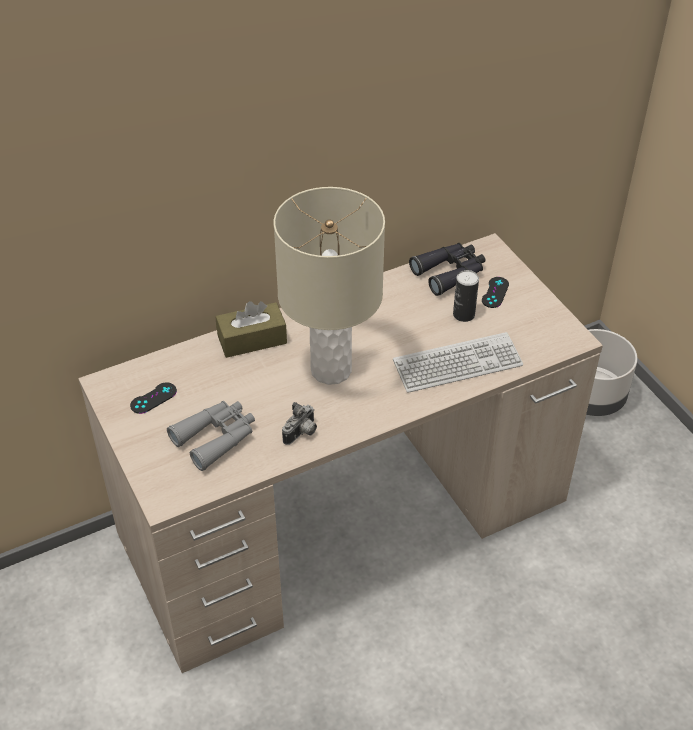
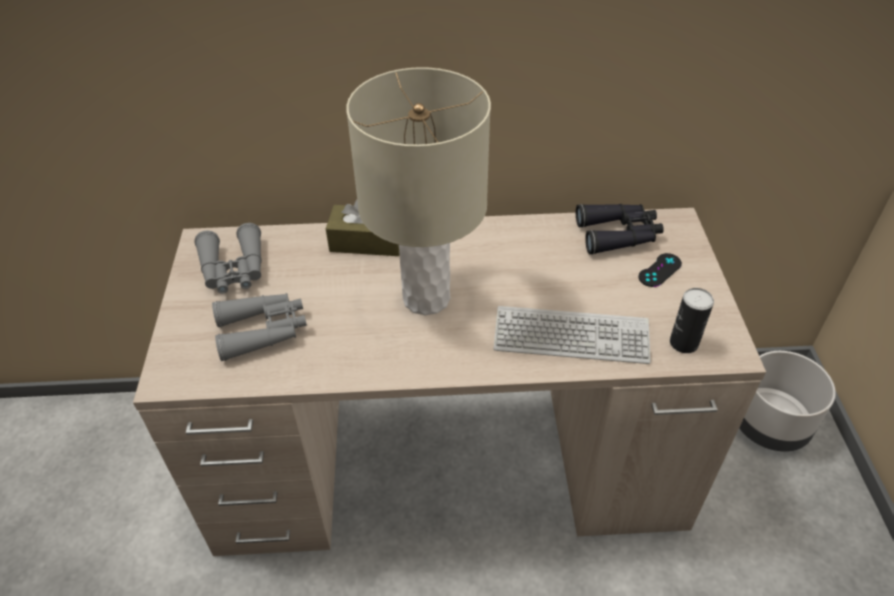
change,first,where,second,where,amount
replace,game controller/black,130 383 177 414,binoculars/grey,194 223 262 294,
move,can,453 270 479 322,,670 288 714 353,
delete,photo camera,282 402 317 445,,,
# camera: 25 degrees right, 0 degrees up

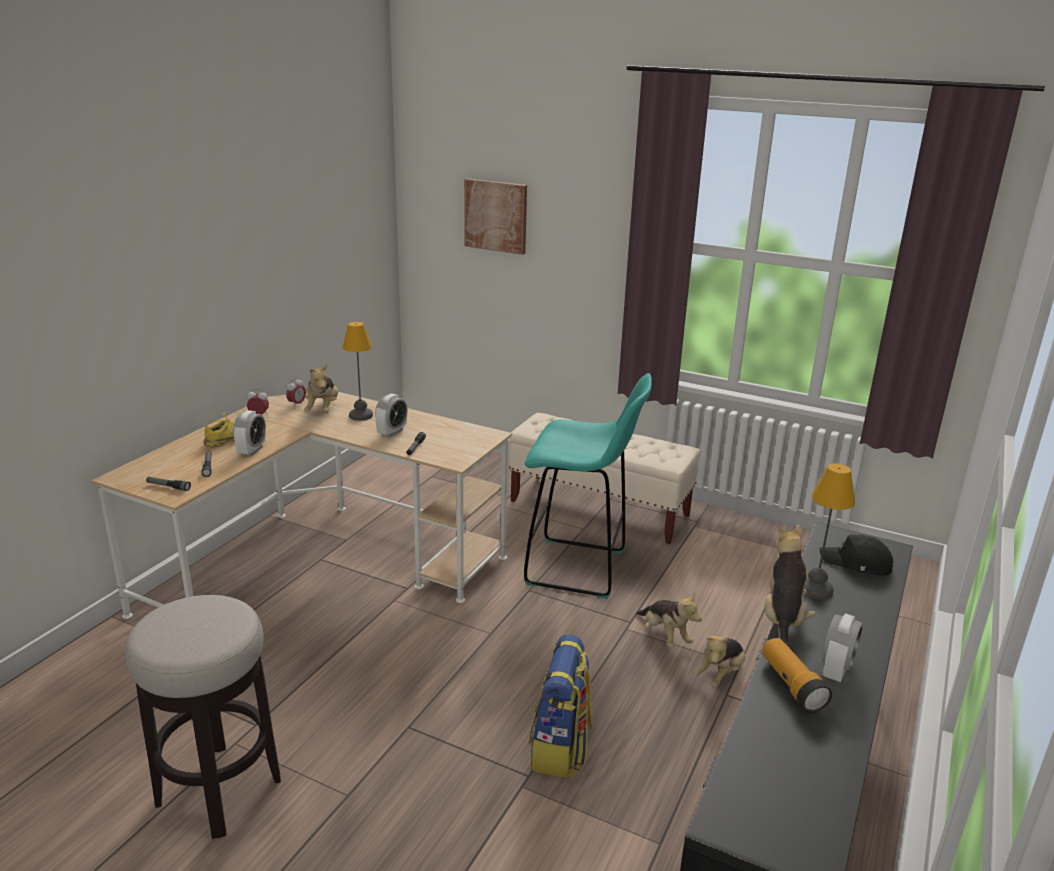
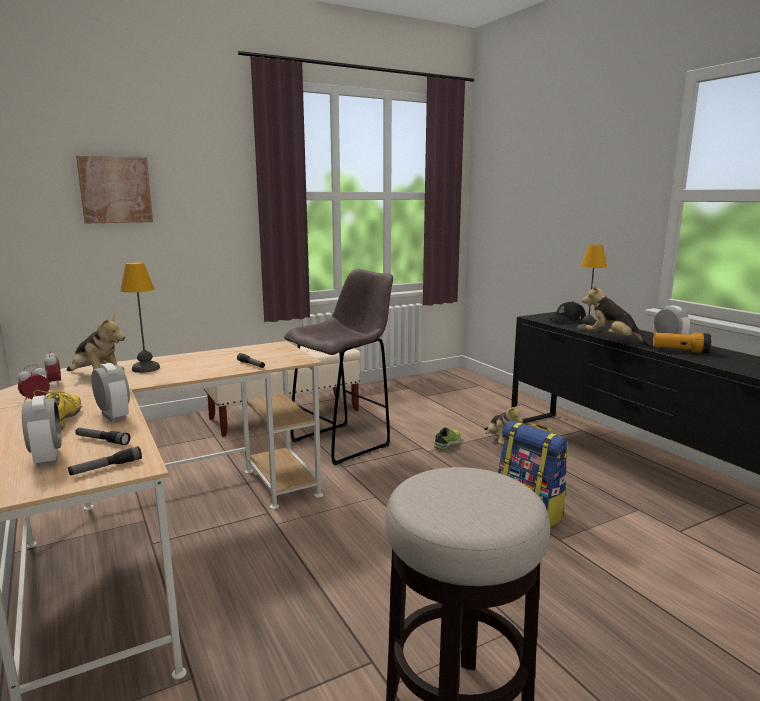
change,first,where,second,where,amount
move,alarm clock,375 394 408 437,,22 395 62 467,
recolor,stool/turquoise,524 373 652 599,stool/grey,284 269 393 465,
replace,plush toy,636 593 702 648,shoe,434 427 461 450,
# camera: 55 degrees left, 10 degrees down

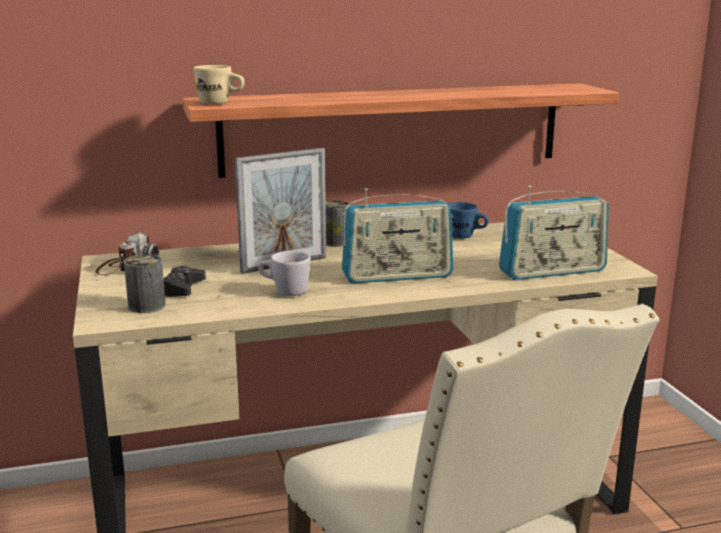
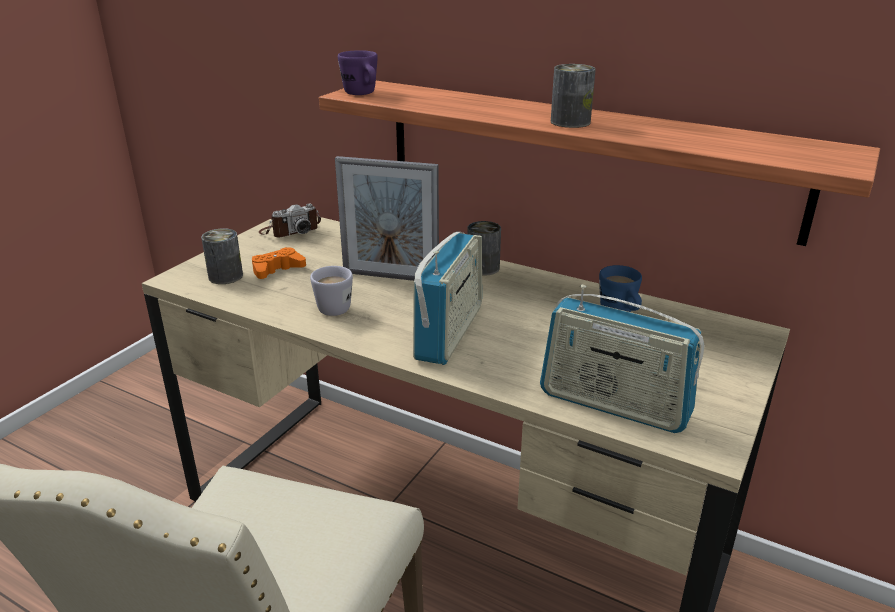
change,first,where,second,where,amount
recolor,game controller/black,163 266 206 297,game controller/orange,252 247 306 279,
recolor,mug/beige,193 65 245 104,mug/purple,338 50 378 95,
rotate,radio,342 188 454 284,,413 232 482 365,105 degrees counterclockwise
insert,,,can,551 64 596 128,
# camera: 45 degrees right, 10 degrees up

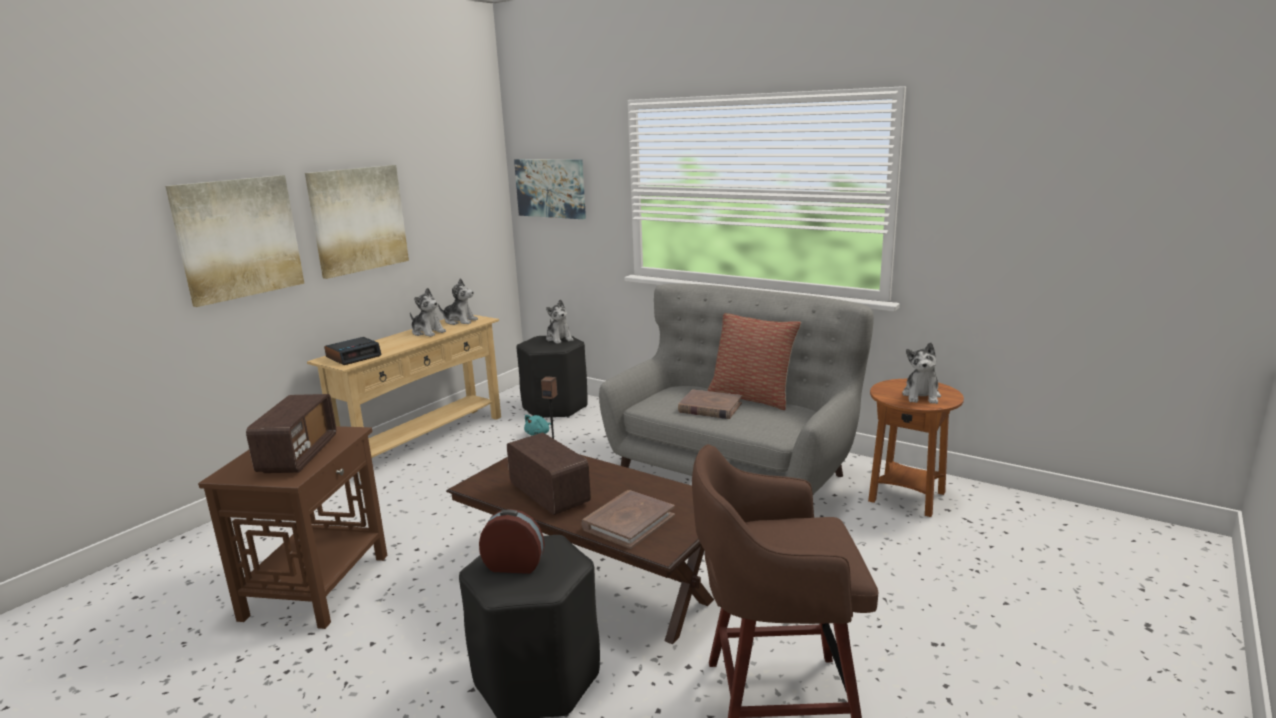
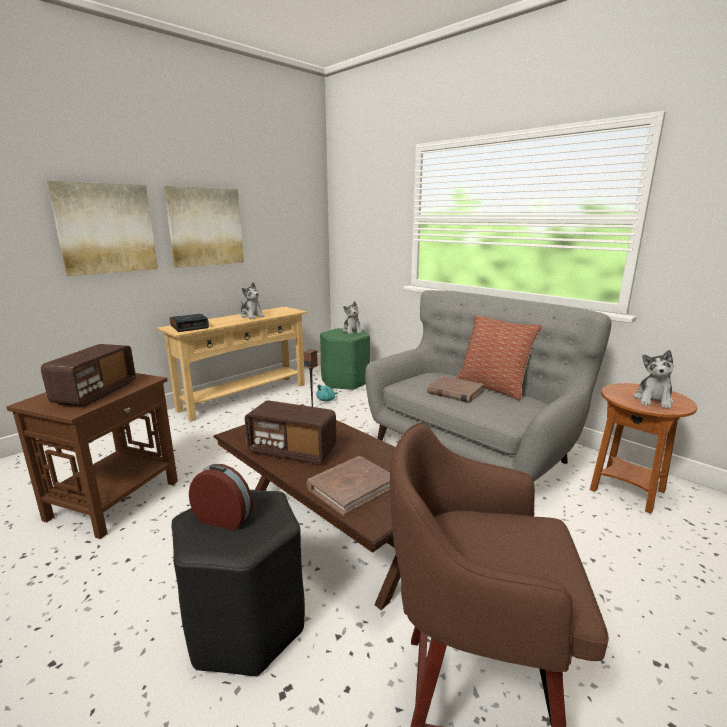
change,first,where,second,where,amount
rotate,radio,507 433 591 515,,245 400 336 465,135 degrees clockwise
recolor,stool/black,516 336 588 418,stool/green,320 328 370 391,
delete,plush toy,438 278 478 325,,,
delete,picture,514 159 586 219,,,
# camera: 10 degrees right, 0 degrees up

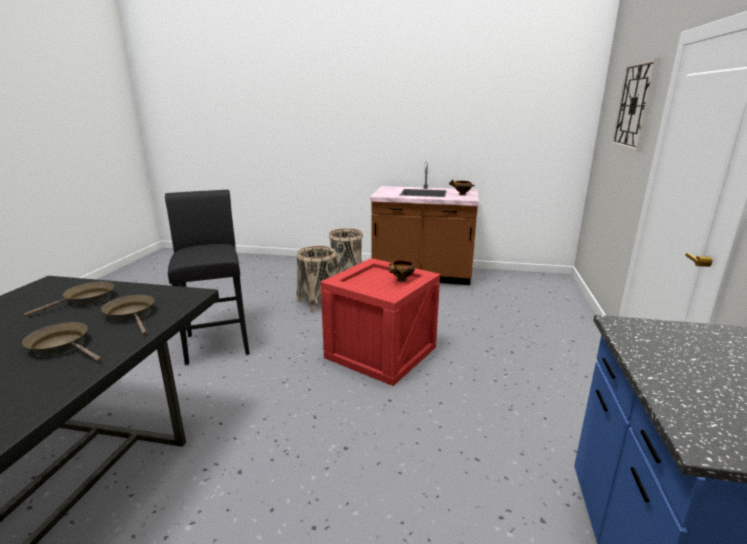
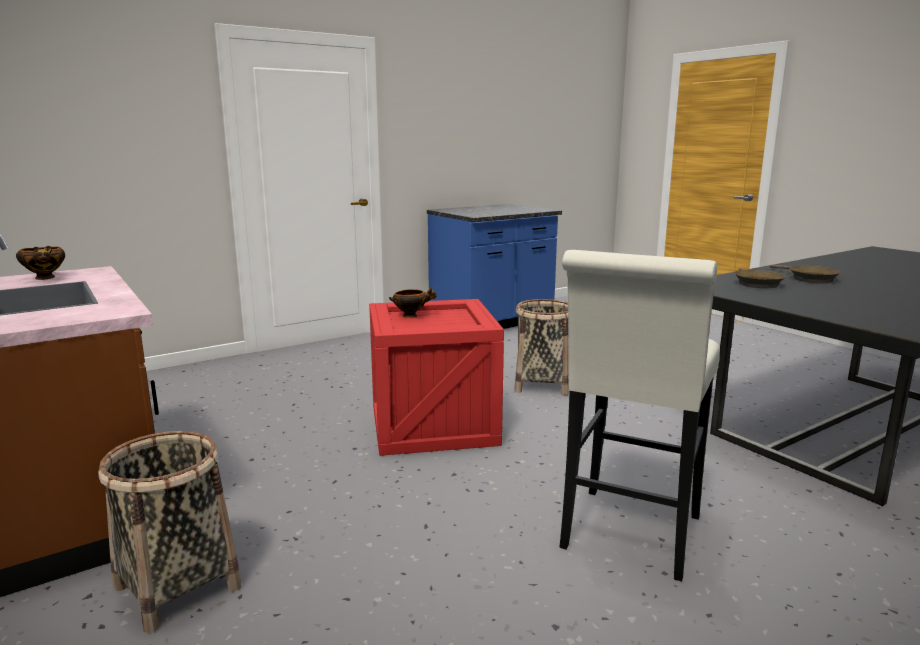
change,first,where,second,where,amount
move,basket,297 246 338 313,,514 299 569 396,
recolor,stool/black,165 190 250 365,stool/white,559 250 720 582,
delete,frying pan/brown,24 282 114 317,,,
delete,wall clock,612 58 660 152,,,
# camera: 135 degrees left, 5 degrees down

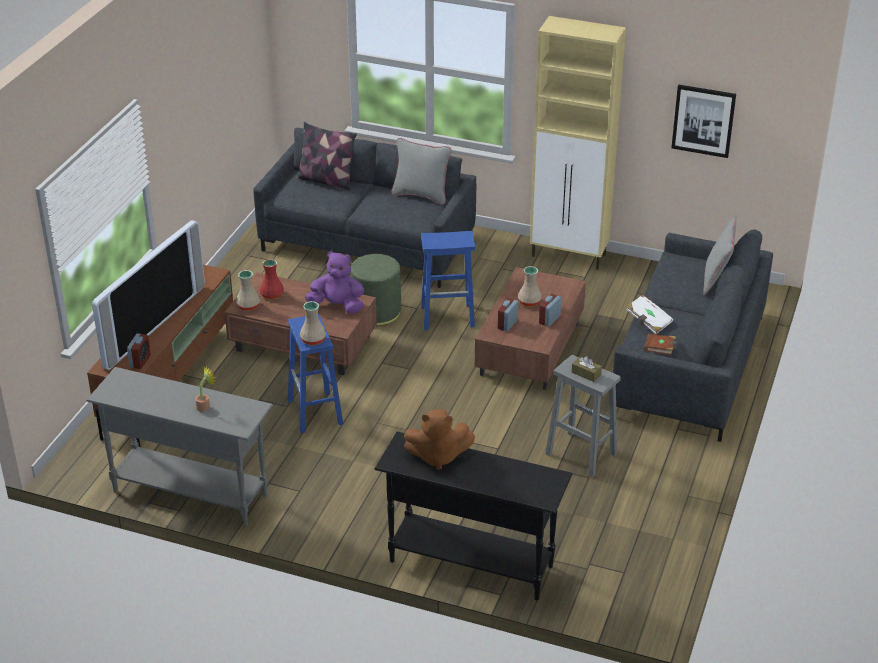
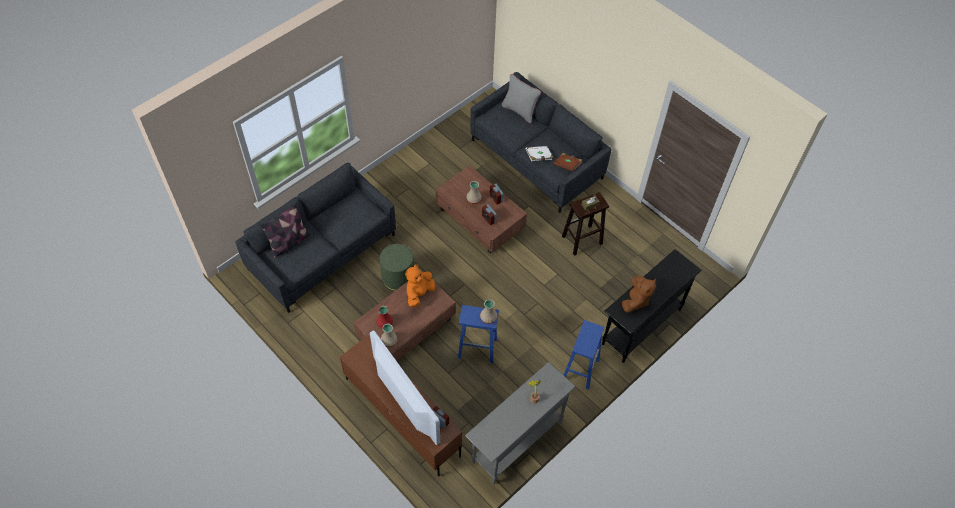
change,first,where,second,where,amount
recolor,plush toy/purple,305 251 364 314,plush toy/orange,405 265 435 307,
recolor,stool/grey,545 355 621 478,stool/brown,562 192 609 256,
move,stool/blue,421 231 475 330,,564 320 604 390,
delete,pillow/grey,392 138 452 205,,,
delete,cabinet/beige,530 16 626 270,,,
delete,picture,672 85 736 158,,,
# camera: 65 degrees left, 20 degrees up

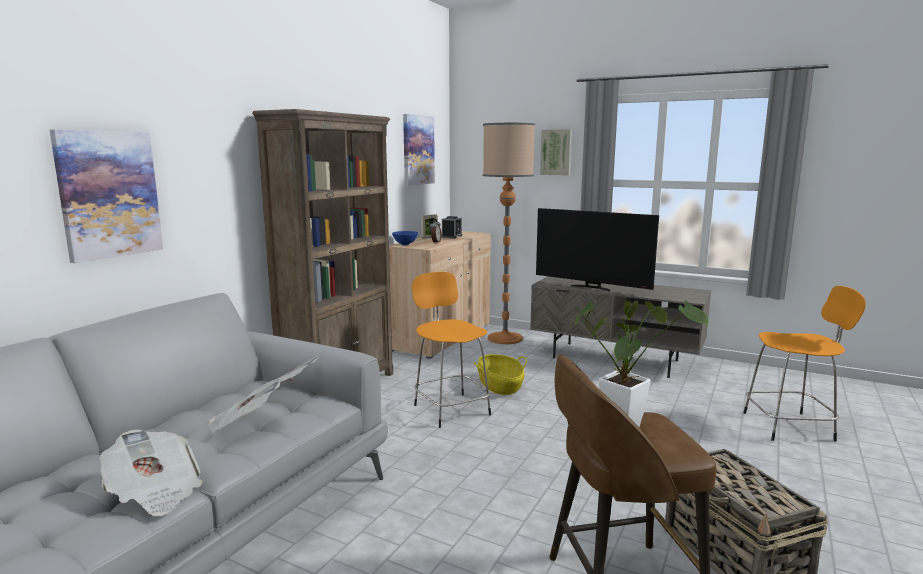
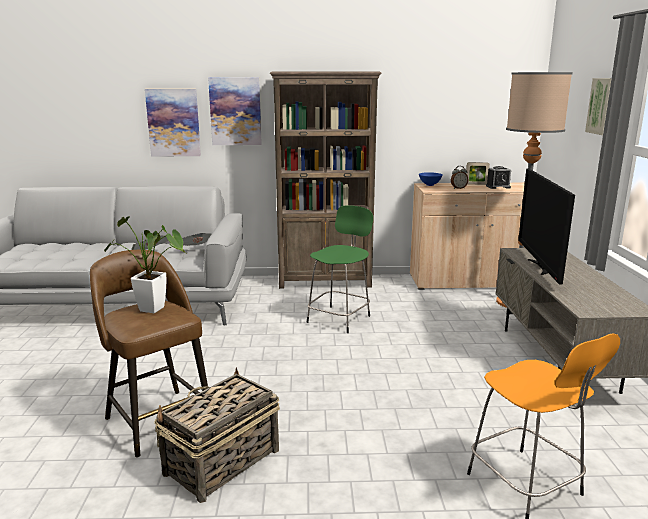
change,first,where,second,where,amount
move,picture,403 114 435 186,,208 77 262 145,
recolor,stool/orange,412 272 491 428,stool/green,307 205 373 333,
delete,newspaper,100 429 203 516,,,
delete,basket,474 354 527 395,,,
# camera: 60 degrees right, 5 degrees up

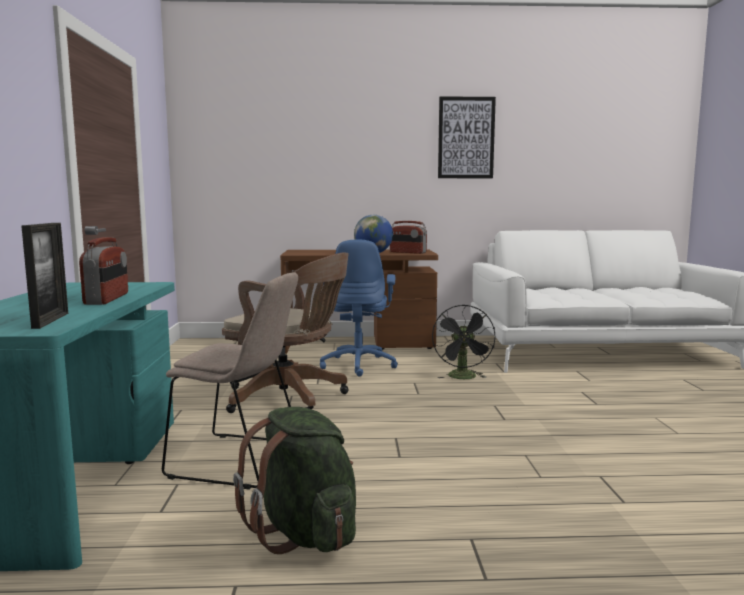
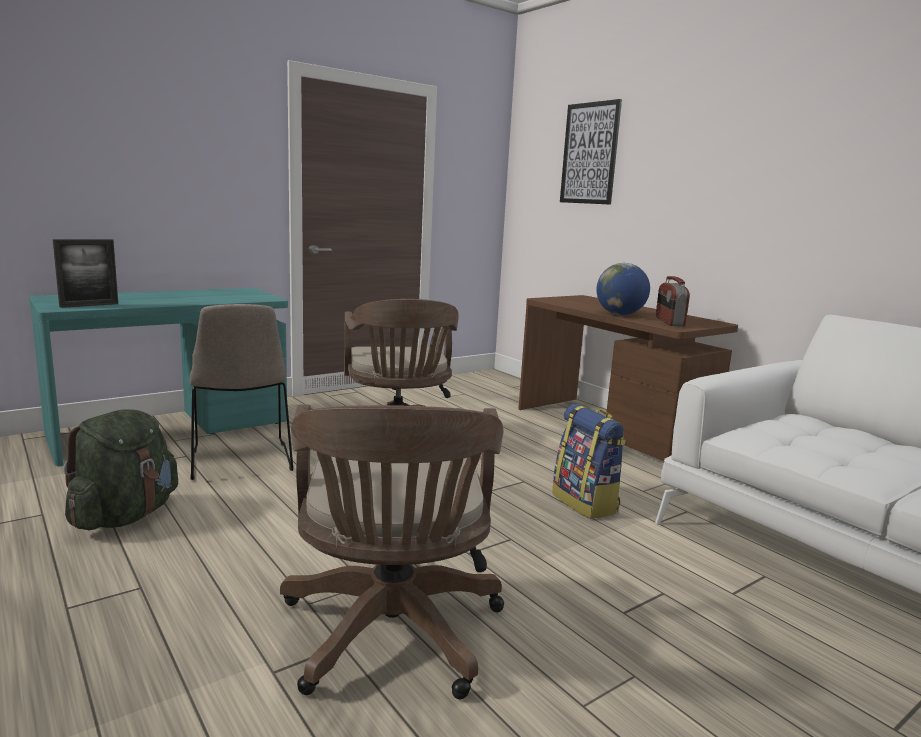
change,first,where,second,where,amount
insert,,,office chair/brown,280 404 504 699,
replace,fan/black,432 305 495 379,backpack,552 404 626 519,
move,picture,438 96 496 178,,560 99 622 205,
delete,radio,79 237 128 305,,,
delete,office chair/blue,320 240 398 376,,,
# camera: 55 degrees right, 5 degrees up

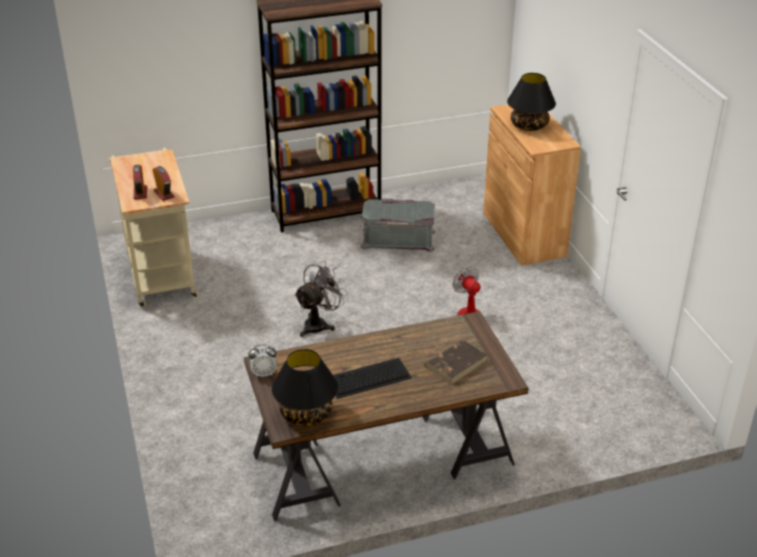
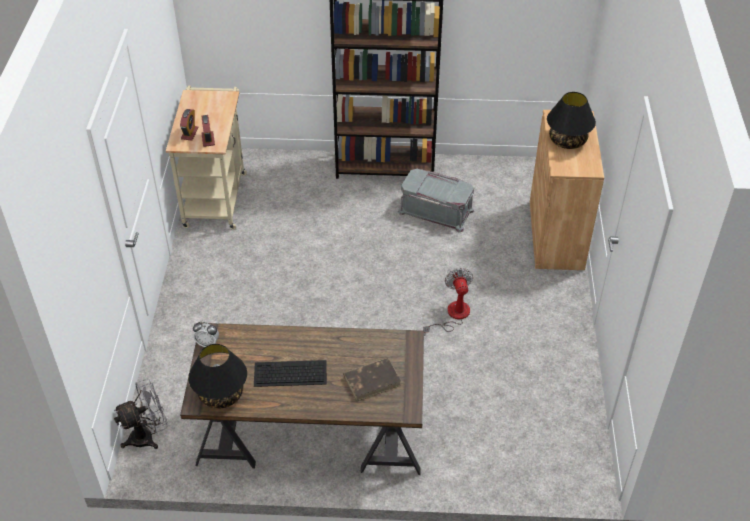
change,first,where,second,where,amount
move,fan/grey,294 260 348 337,,114 379 168 449,
# camera: 20 degrees right, 10 degrees up

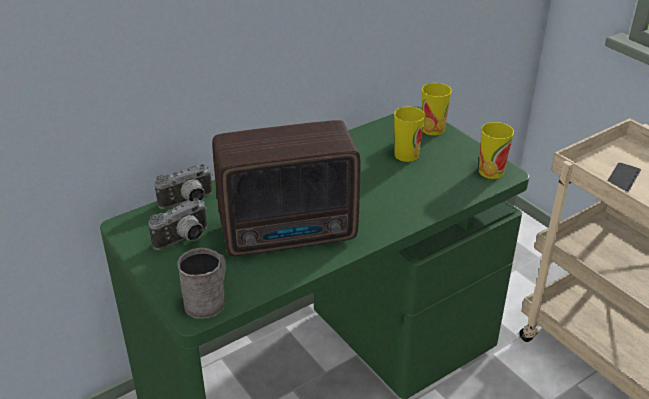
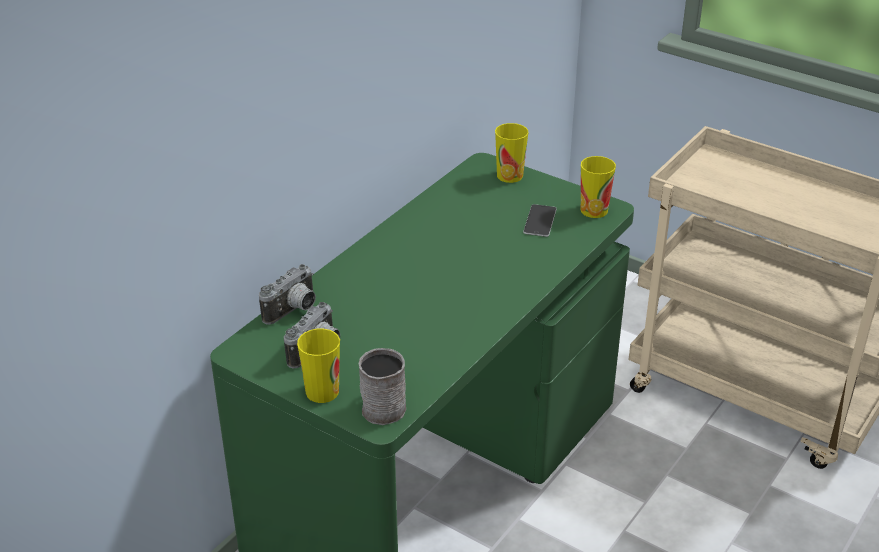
change,first,where,second,where,amount
move,cup,394 107 425 162,,297 329 340 403,
move,phone,607 163 641 192,,523 204 557 237,
delete,radio,212 120 360 256,,,
# camera: 20 degrees left, 0 degrees up

